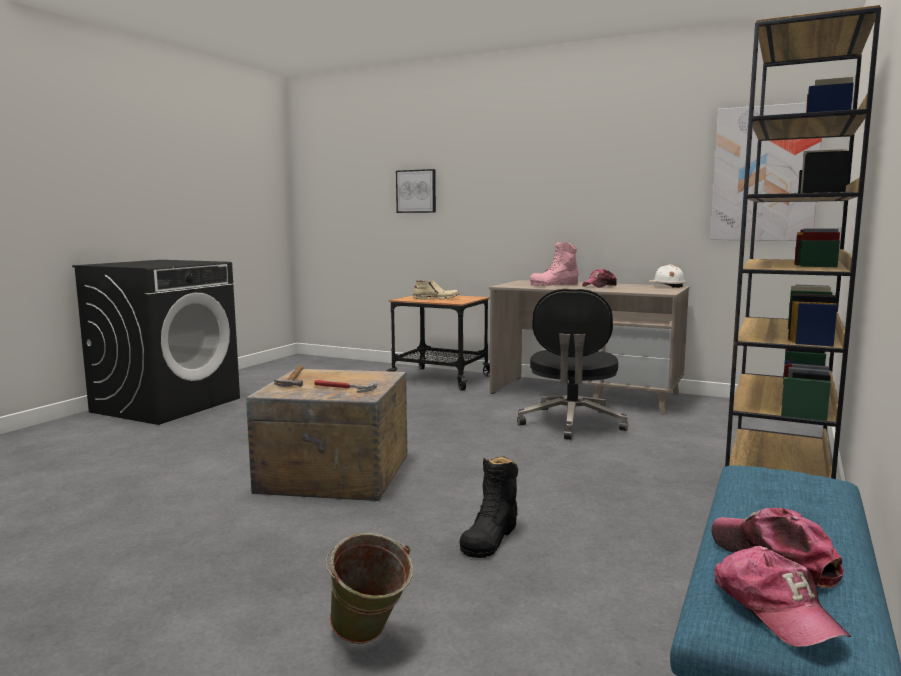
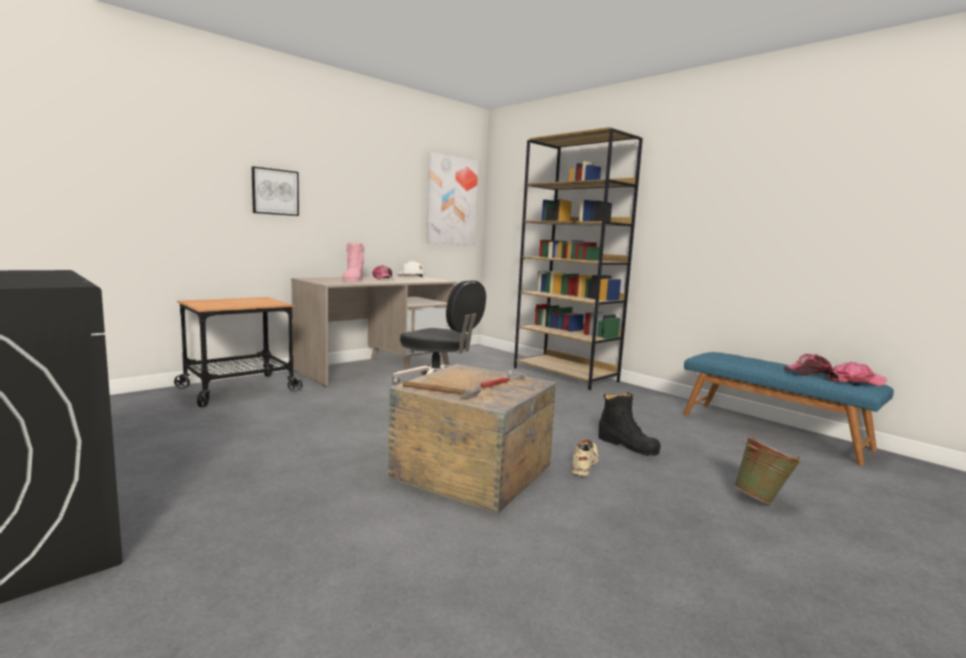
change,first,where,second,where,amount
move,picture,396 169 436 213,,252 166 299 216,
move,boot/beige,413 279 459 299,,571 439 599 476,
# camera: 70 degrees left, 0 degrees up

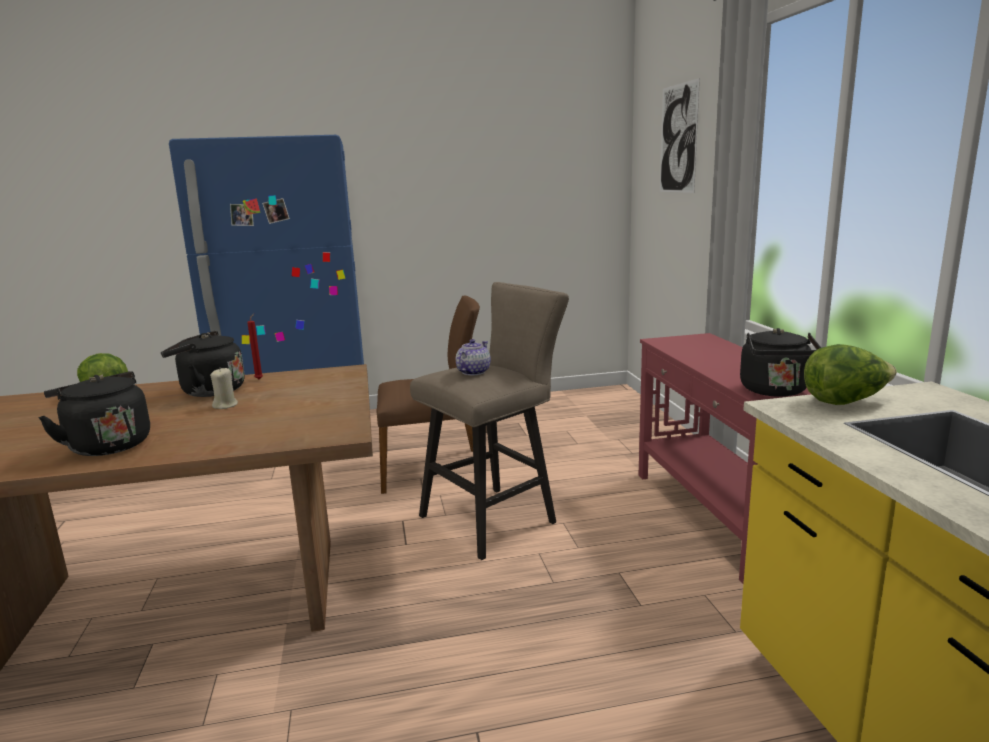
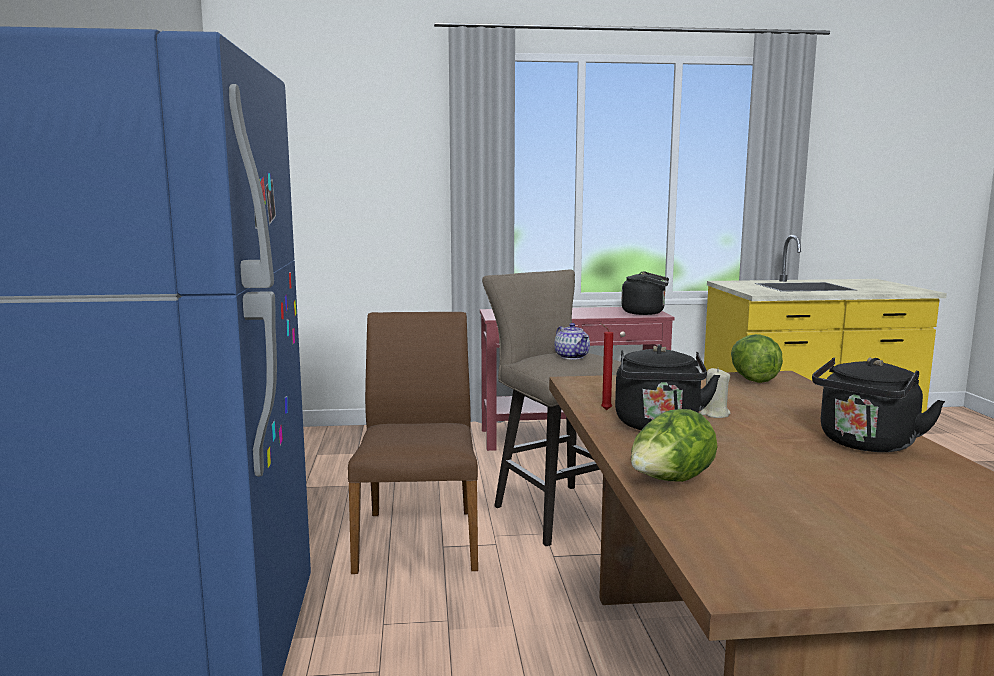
change,first,where,second,where,amount
rotate,teapot,456 339 491 375,,554 323 590 360,150 degrees counterclockwise
move,lettuce,804 344 897 405,,731 334 783 383,
delete,picture,660 78 700 193,,,
# camera: 85 degrees left, 5 degrees down

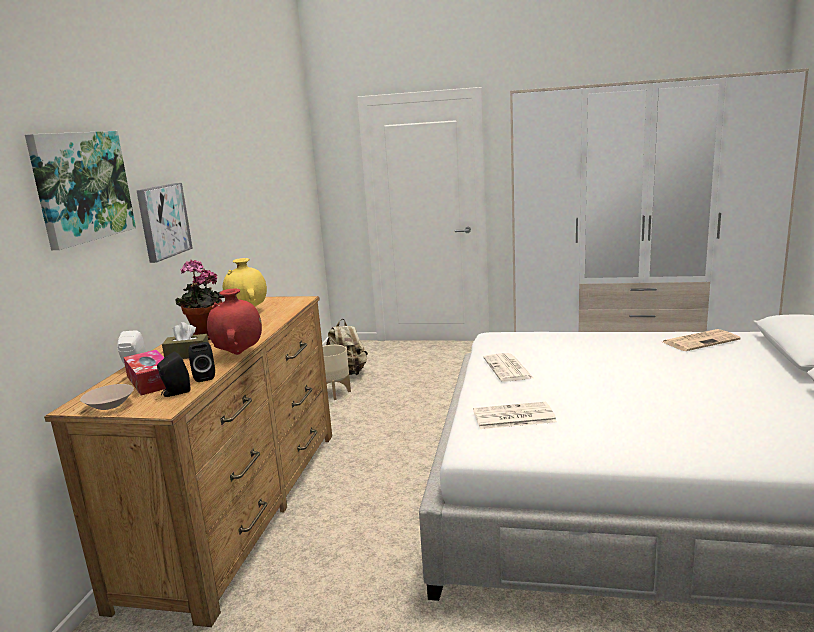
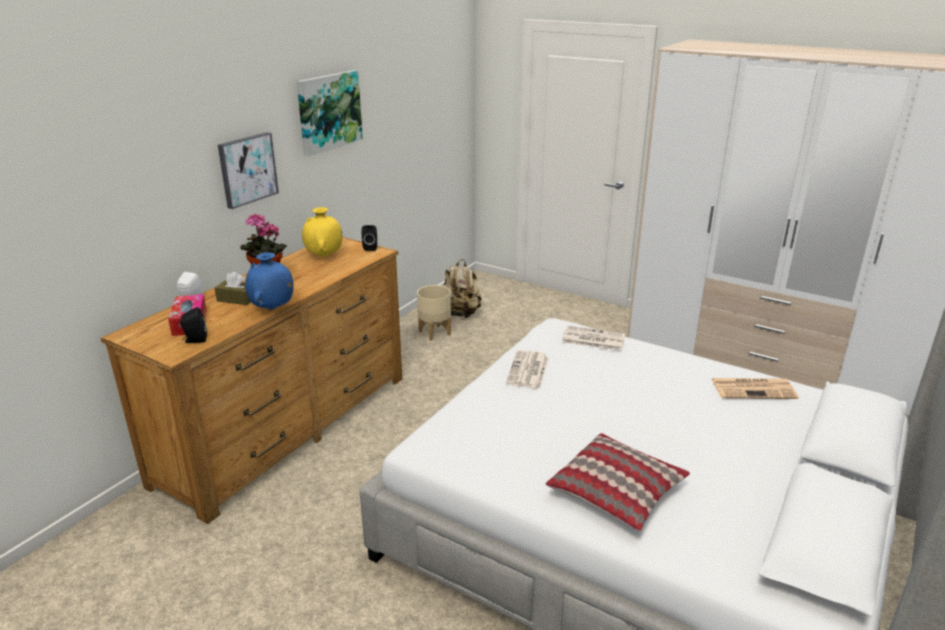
change,first,where,second,where,amount
recolor,vase/red,207 288 262 355,vase/blue,245 252 294 310,
move,picture,25 131 136 250,,296 70 363 156,
move,speaker/black,188 342 215 382,,362 225 377 251,
insert,,,pillow,546 433 690 531,
move,newspaper,473 402 557 429,,561 325 625 351,
delete,bowl/beige,80 384 134 410,,,
# camera: 20 degrees right, 10 degrees up

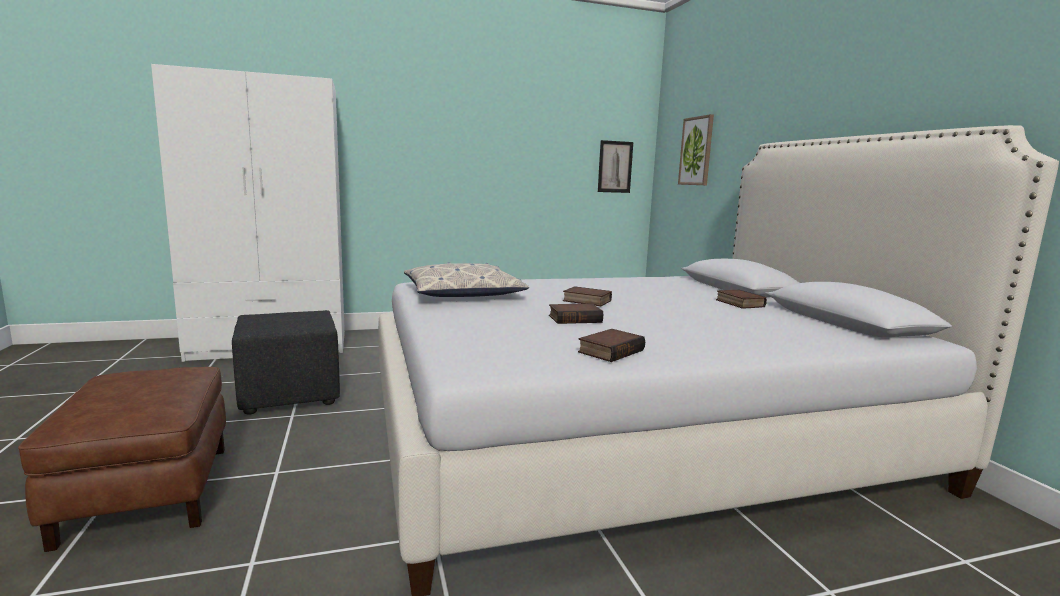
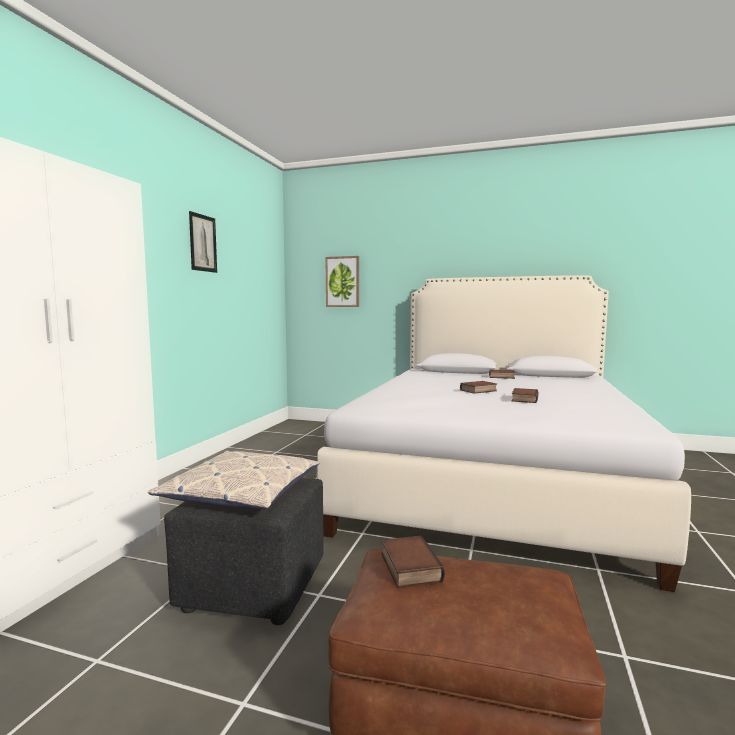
change,first,where,second,where,amount
move,pillow,404 262 529 297,,148 450 319 510,
move,picture,598 140 633 193,,189 211 217 273,
move,book,578 329 645 362,,381 535 445 588,
# camera: 55 degrees left, 5 degrees down

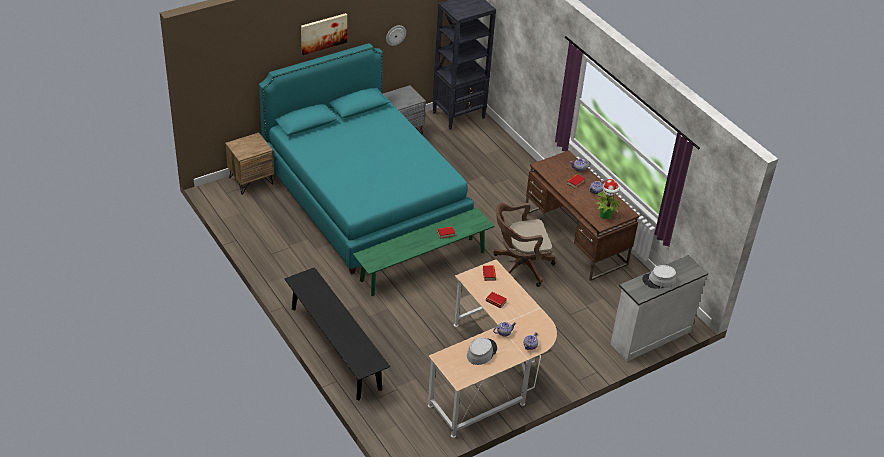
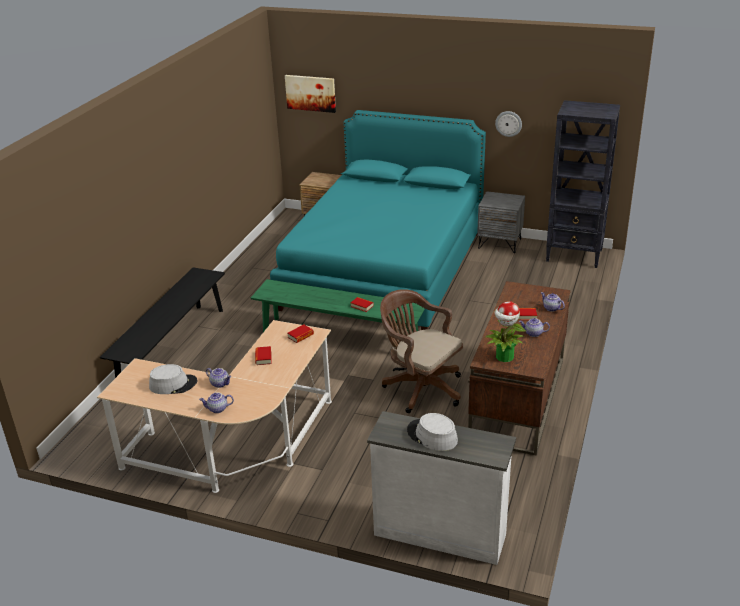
change,first,where,second,where,amount
move,picture,301 13 347 55,,285 75 336 113,
# camera: 55 degrees right, 10 degrees down

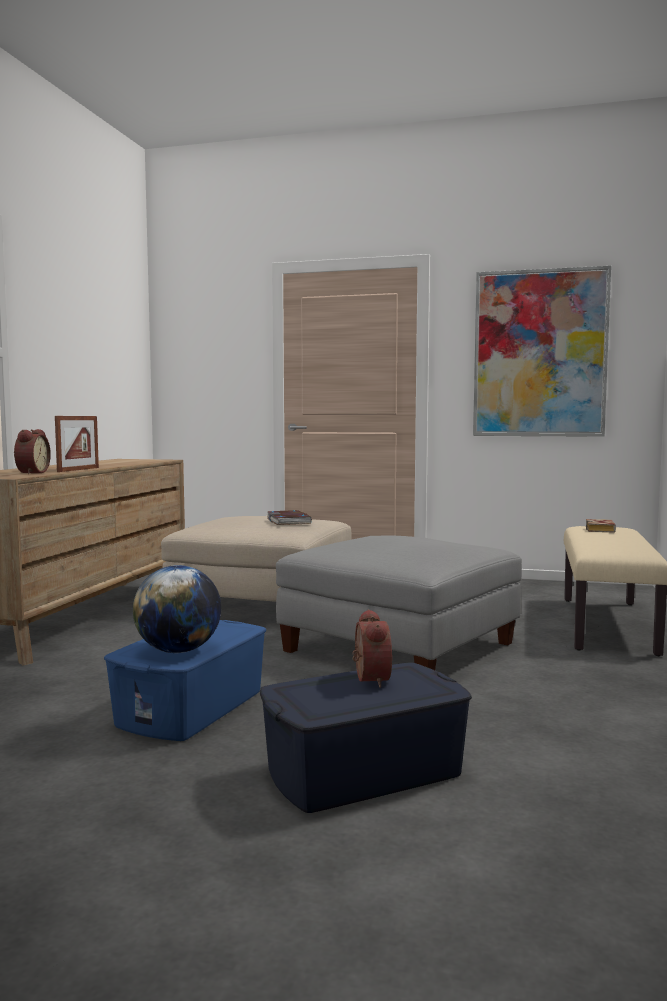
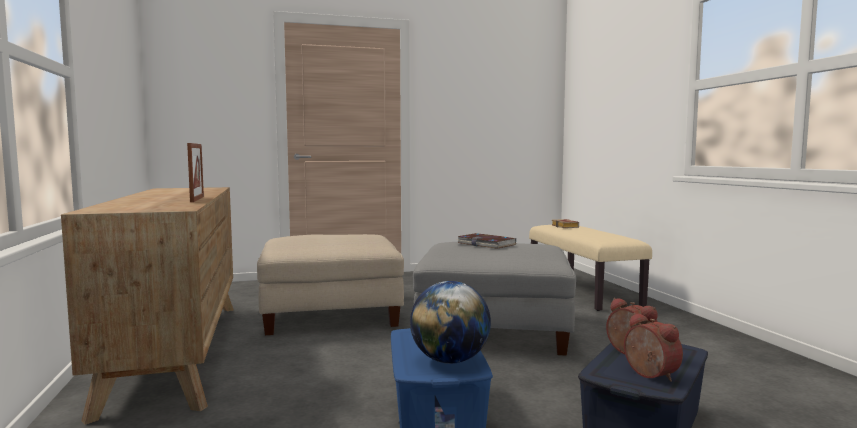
change,first,where,second,where,amount
move,book,267 510 312 525,,457 233 516 249,
move,alarm clock,14 429 51 474,,624 313 683 382,
delete,picture,473 266 611 437,,,
# camera: 30 degrees left, 0 degrees up

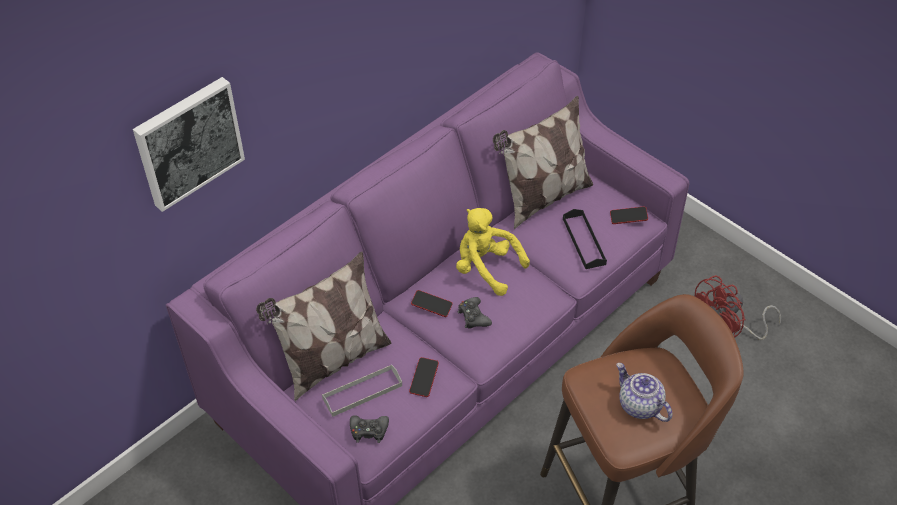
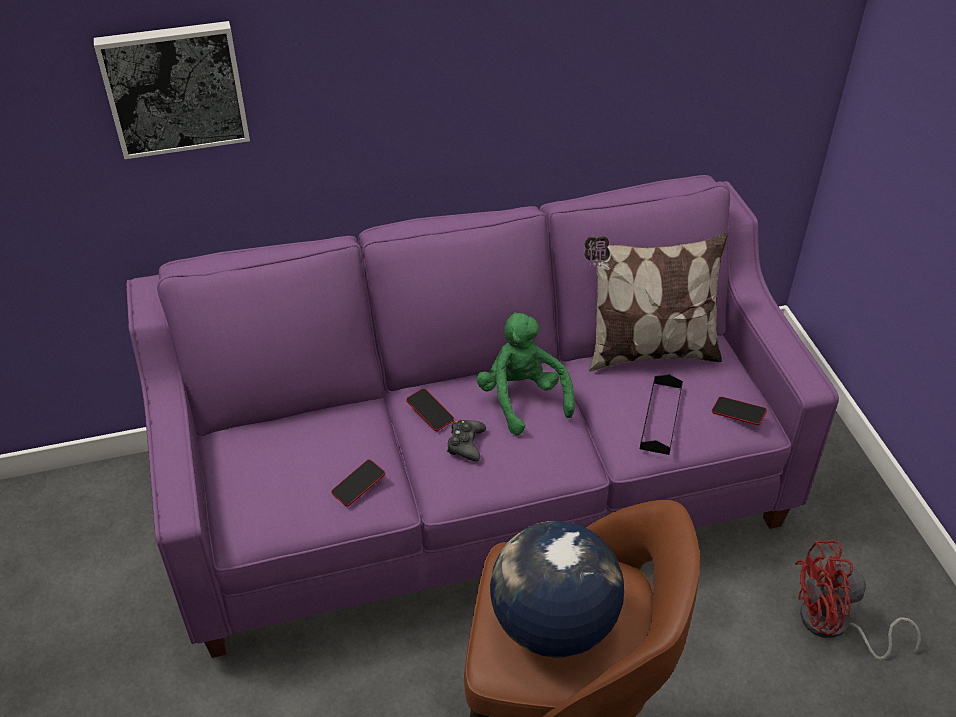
change,first,where,second,where,amount
recolor,plush toy/yellow,456 208 530 296,plush toy/green,476 312 575 435,
replace,teapot,616 363 672 422,globe,490 521 624 658,
delete,pillow,256 251 391 401,,,
delete,tray/grey,322 364 402 417,,,
delete,game controller/black,350 415 389 443,,,
# camera: 30 degrees right, 5 degrees down

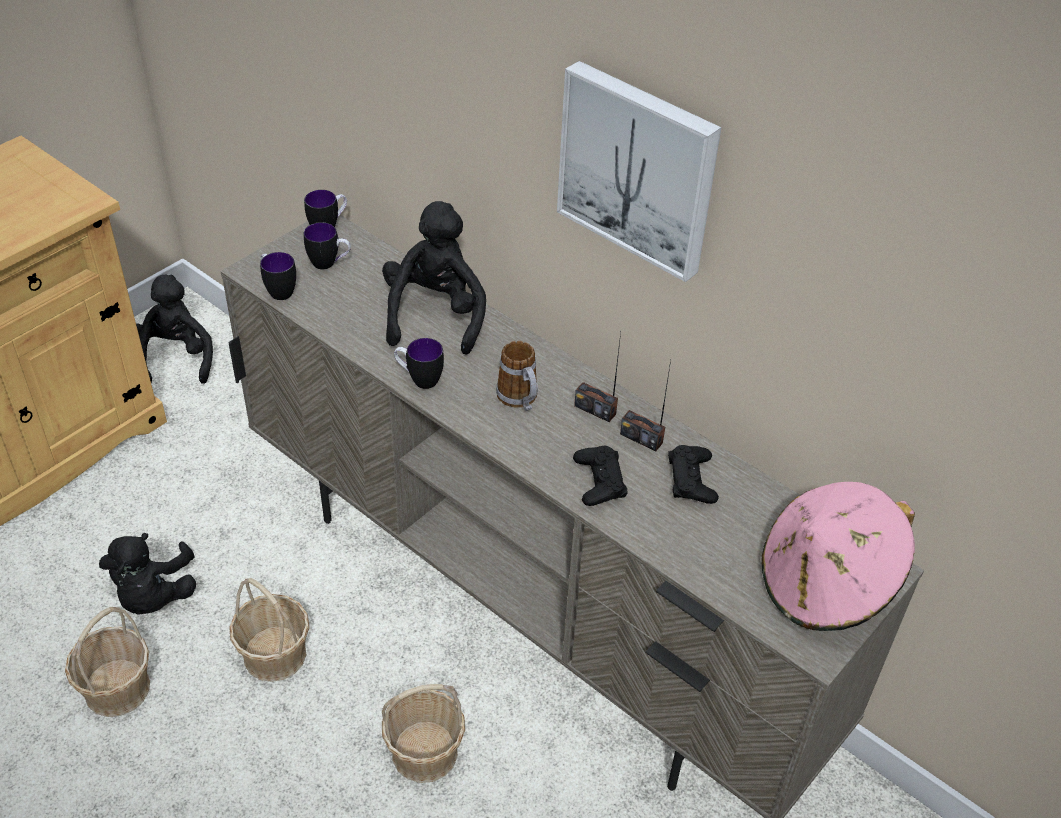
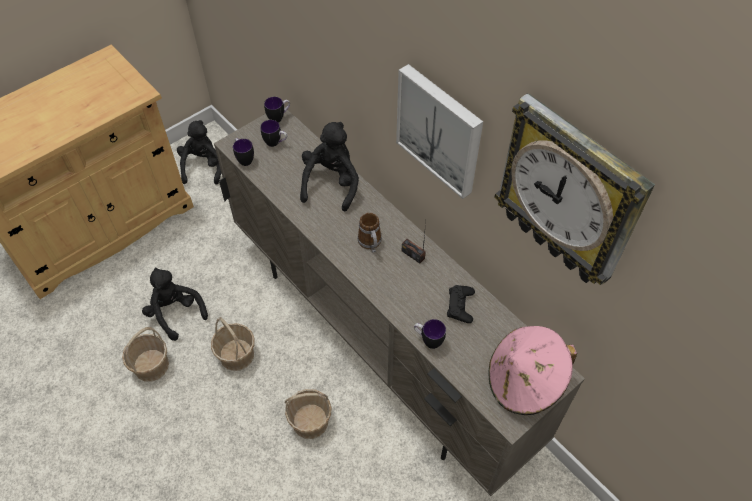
change,first,where,second,where,amount
rotate,plush toy/black,99 533 196 614,,142 268 208 341,135 degrees clockwise
move,mug,394 338 444 389,,414 319 446 349,
insert,,,wall clock,494 93 655 285,
delete,game controller/black,573 446 627 506,,,
delete,radio,620 360 671 451,,,
# camera: 10 degrees right, 10 degrees up

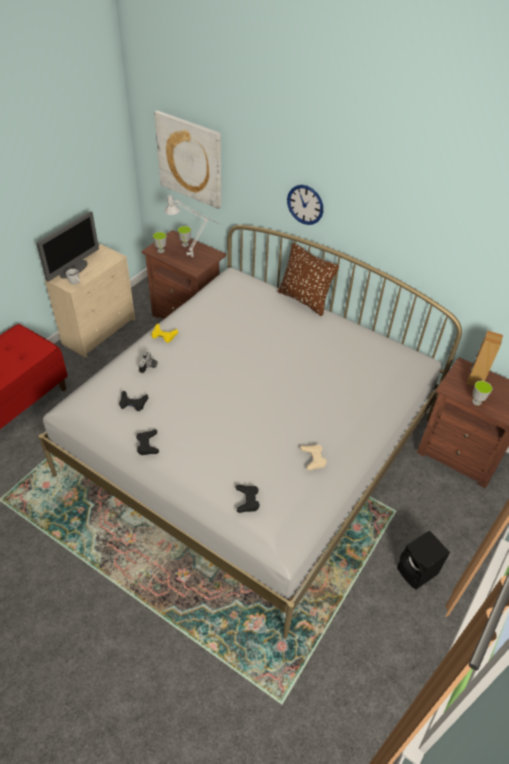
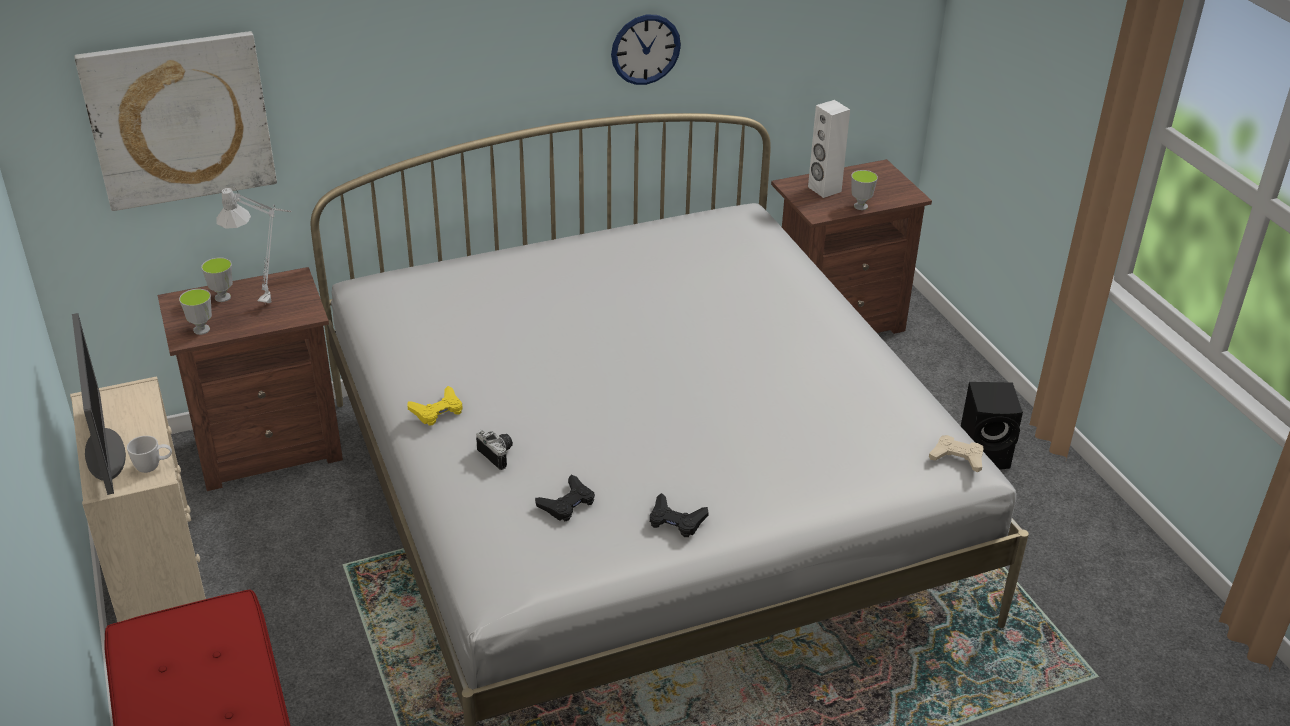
change,first,where,second,where,amount
move,wall clock,287 185 323 225,,611 15 681 85,
recolor,speaker/brown,467 330 503 386,speaker/white,808 100 850 198,
move,game controller/beige,300 445 327 470,,929 435 984 472,
delete,game controller/black,236 484 260 513,,,
delete,pillow/brown,278 243 339 316,,,
# camera: 55 degrees left, 10 degrees down

